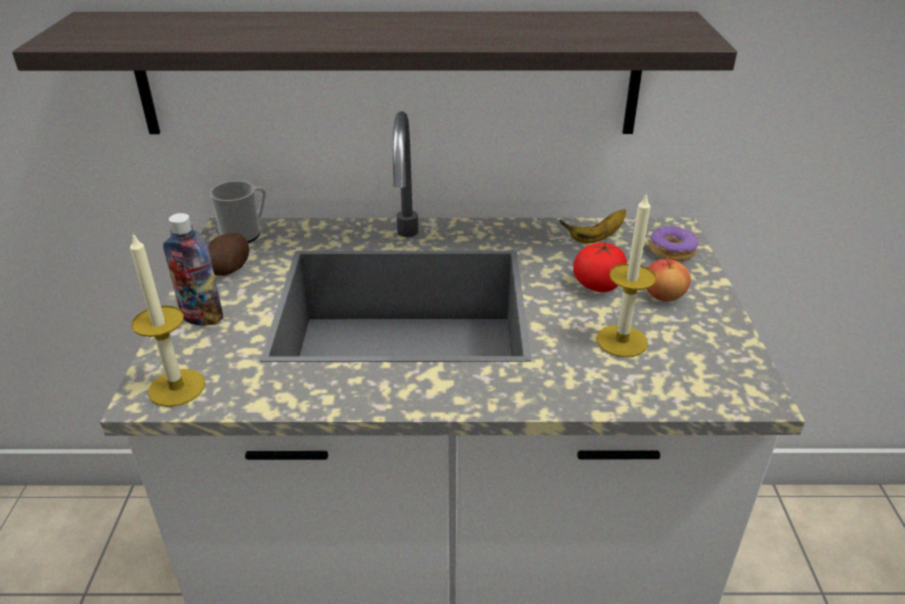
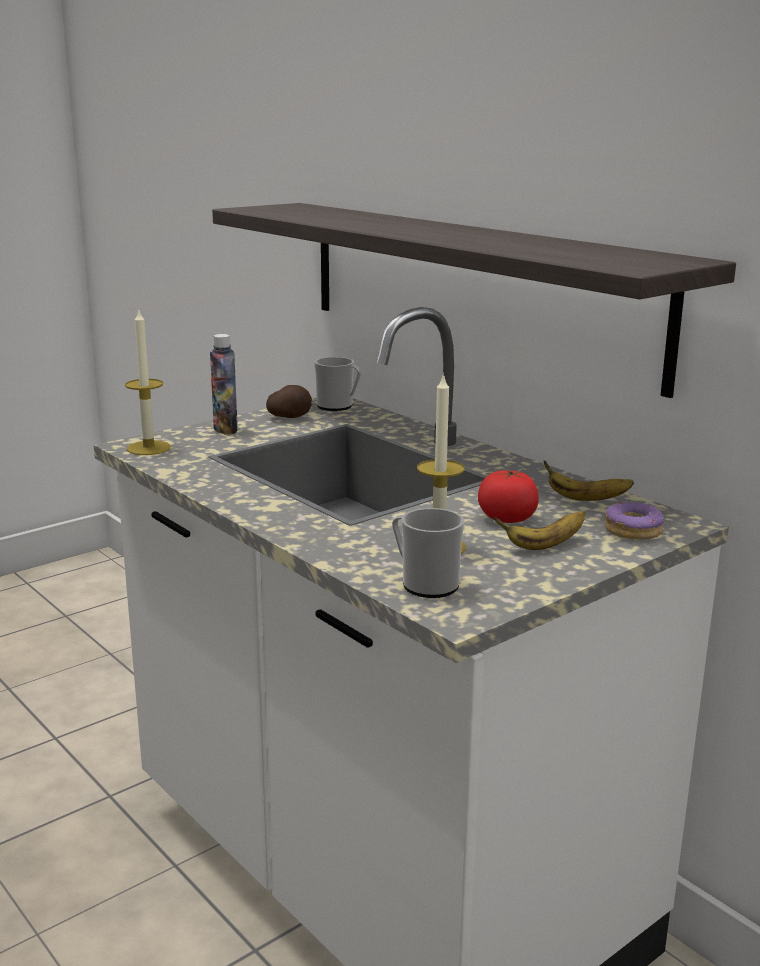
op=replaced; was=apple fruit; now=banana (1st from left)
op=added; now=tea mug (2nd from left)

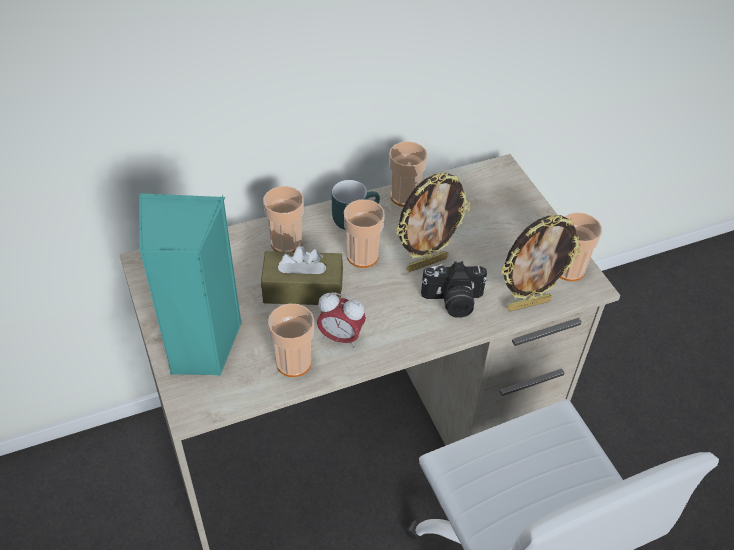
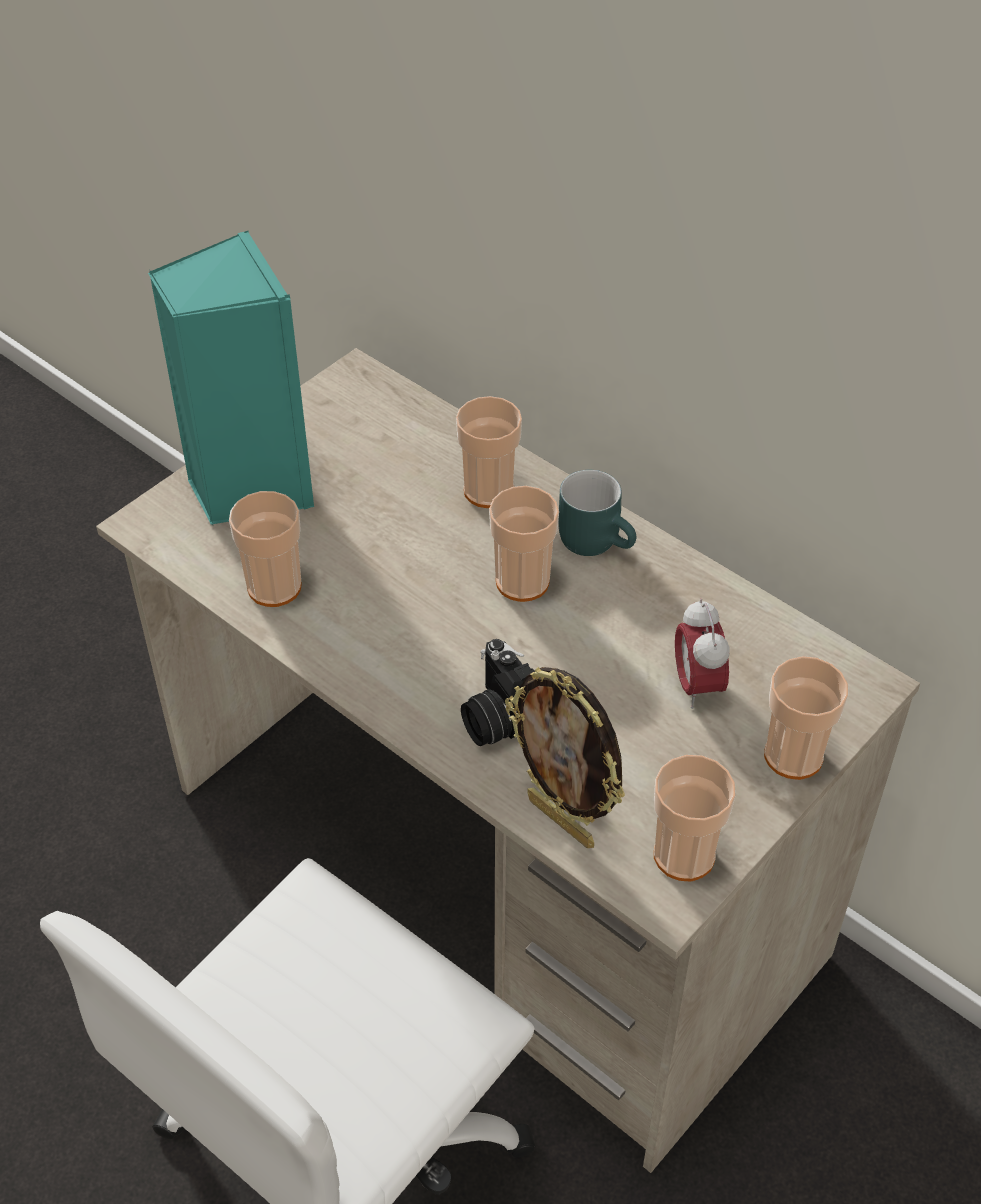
op=removed; was=brownish tissue holder
op=moved; was=alarm clock
op=moved; was=drinking cup (4th from left in the first image); now=drinking cup (5th from left)
op=removed; was=photo frame (1st from left)

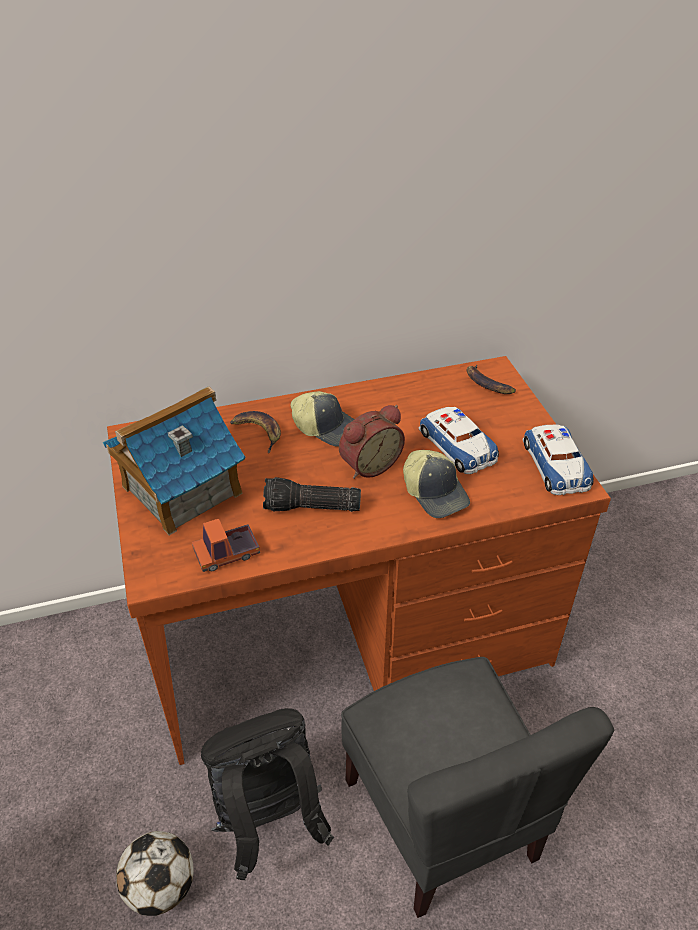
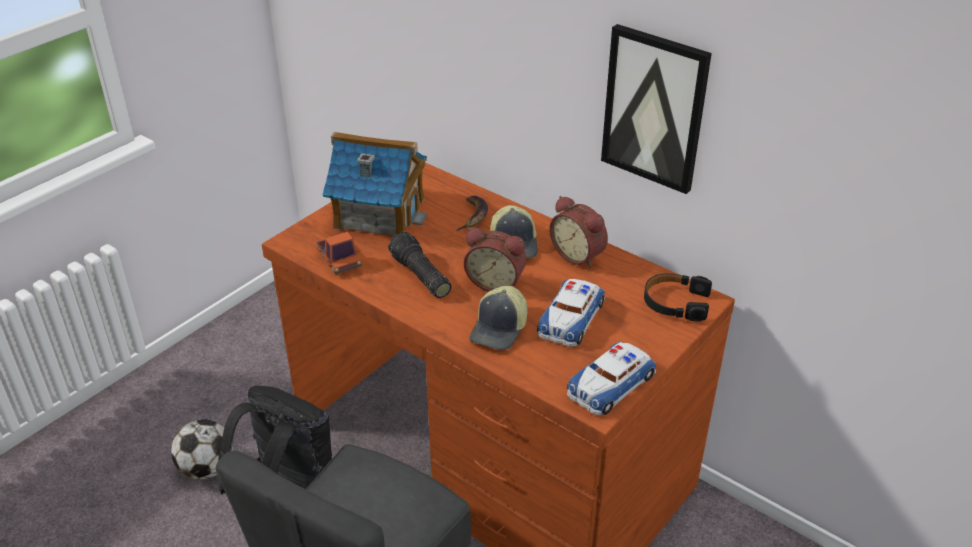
op=turned; was=toy truck; clockwise=-150
op=replaced; was=banana (2nd from left); now=black headphones
op=added; now=alarm clock (2nd from left)
op=added; now=picture

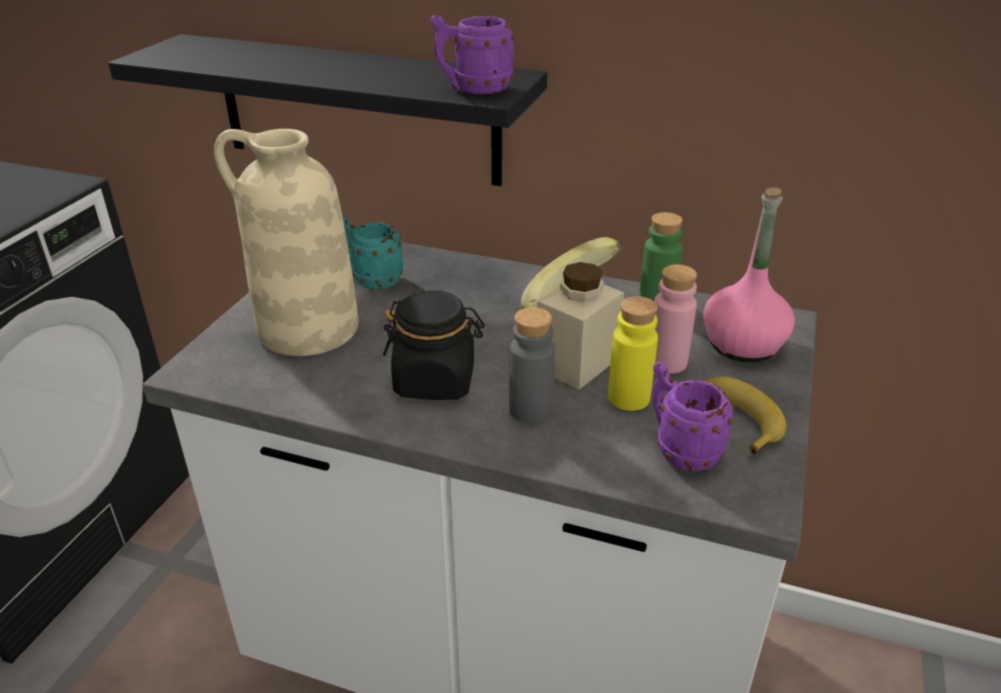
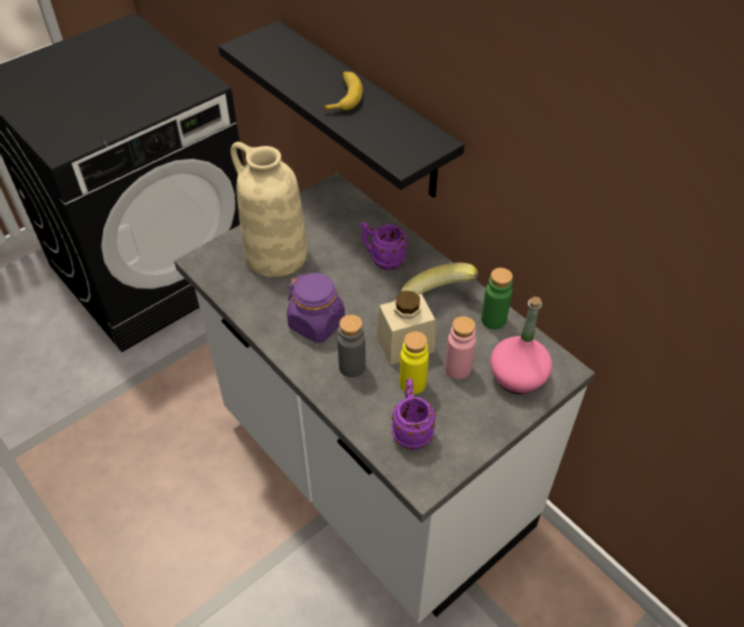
op=removed; was=blue-green tea mug
op=recoloured; was=black jar; now=purple jar
op=moved; was=purple tea mug (1st from left)
op=moved; was=banana (2nd from left in the first image); now=banana (1st from left)

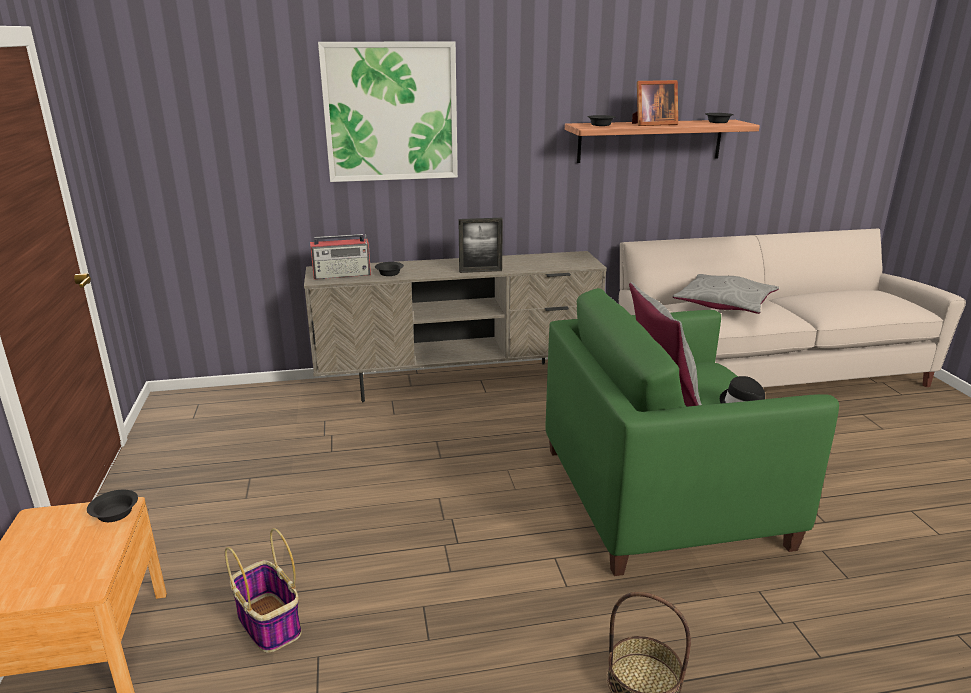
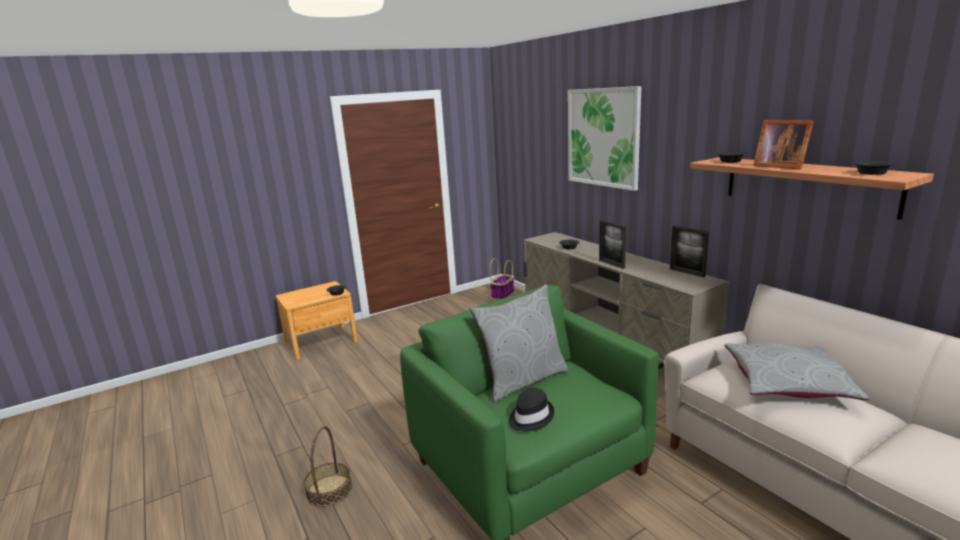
op=moved; was=storage basket (1st from left in the first image); now=storage basket (2nd from left)
op=removed; was=radio
op=added; now=photo frame (2nd from left)

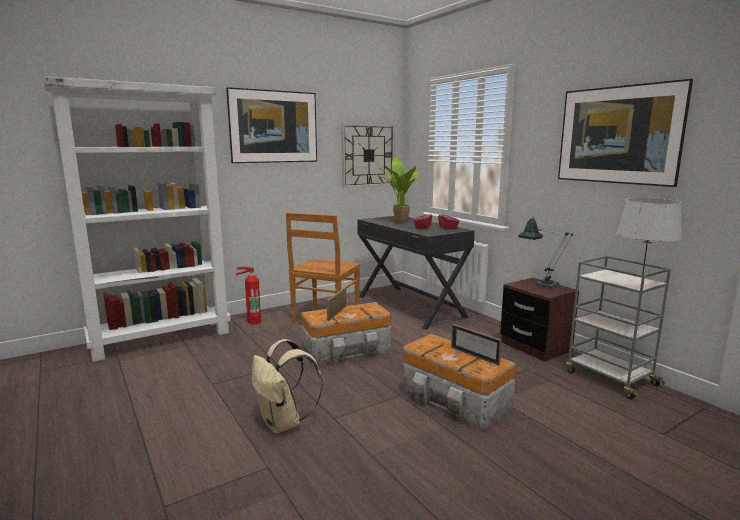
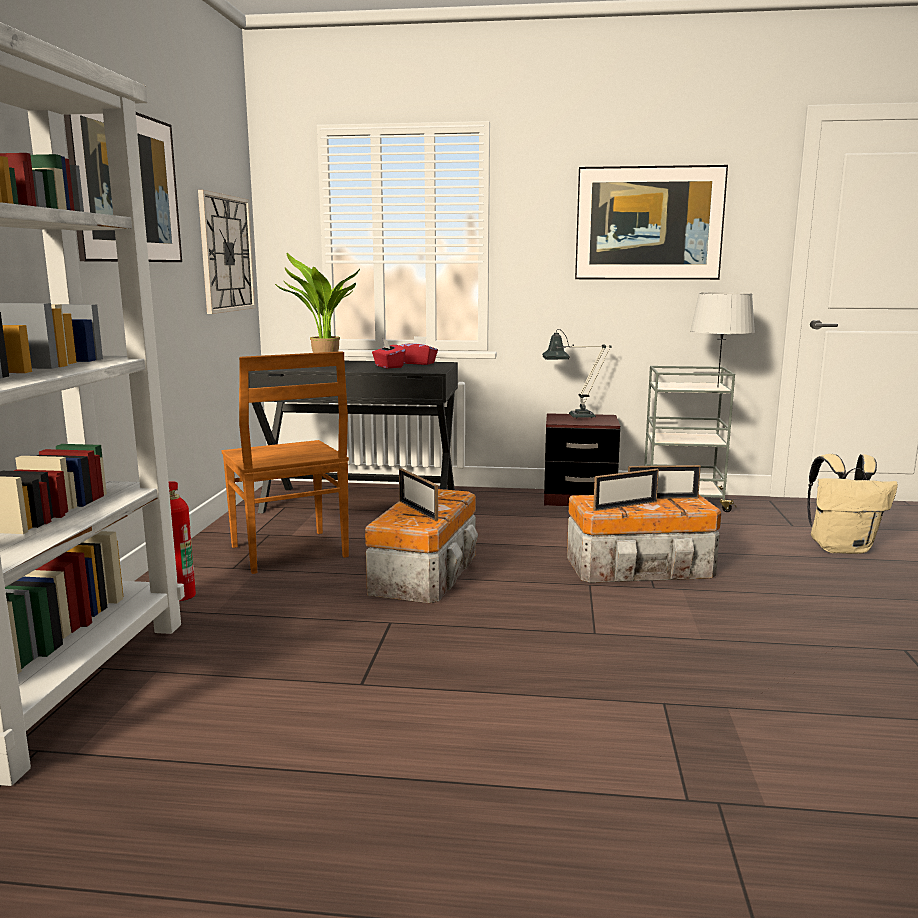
op=moved; was=beige-coloured rucksack
op=added; now=photo frame (2nd from left)

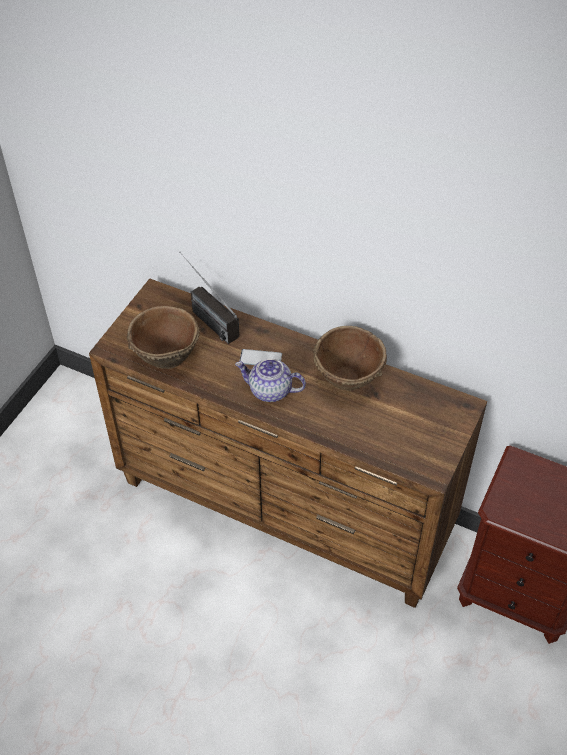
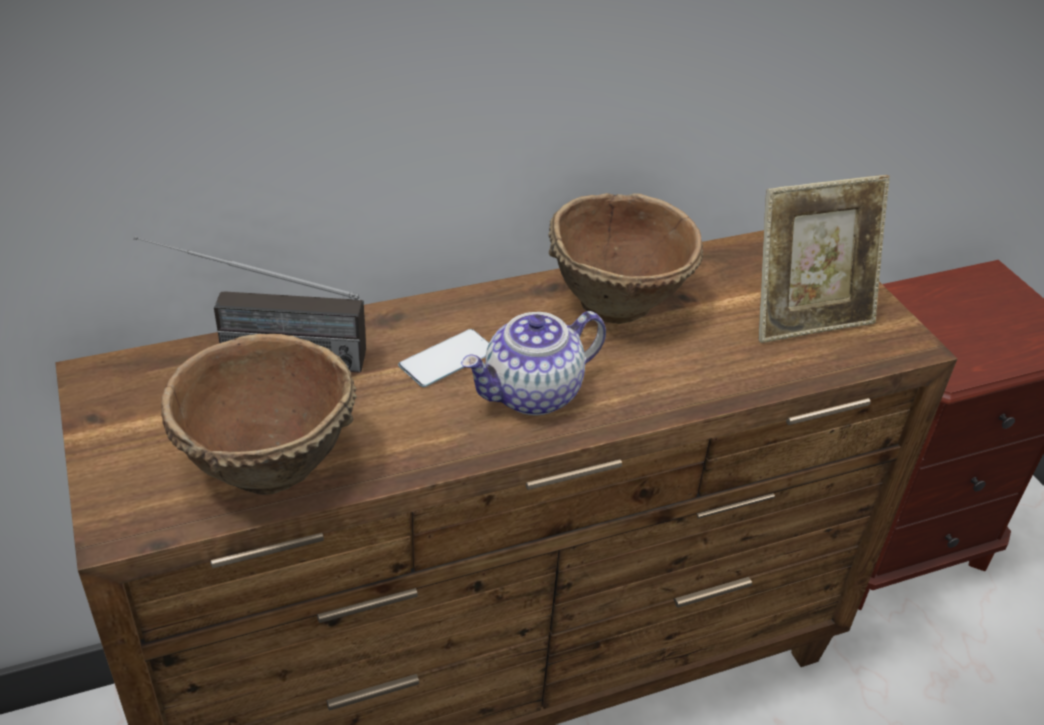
op=added; now=photo frame

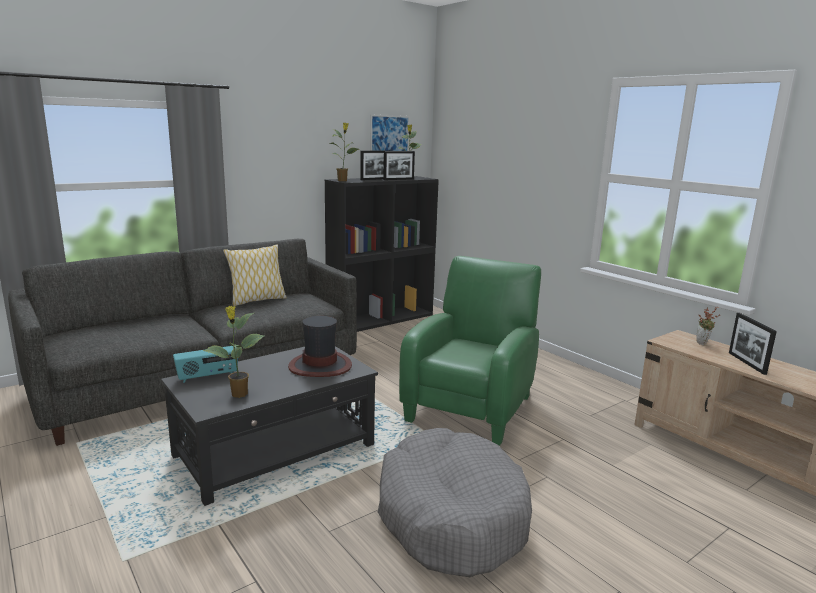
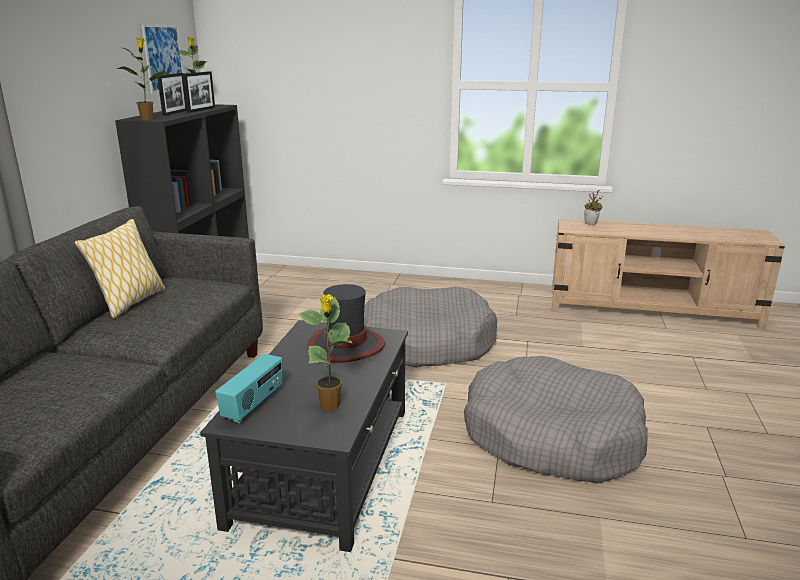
op=replaced; was=greenish armchair; now=greyish pet bed (1st from left)
op=removed; was=photo frame (3rd from left)

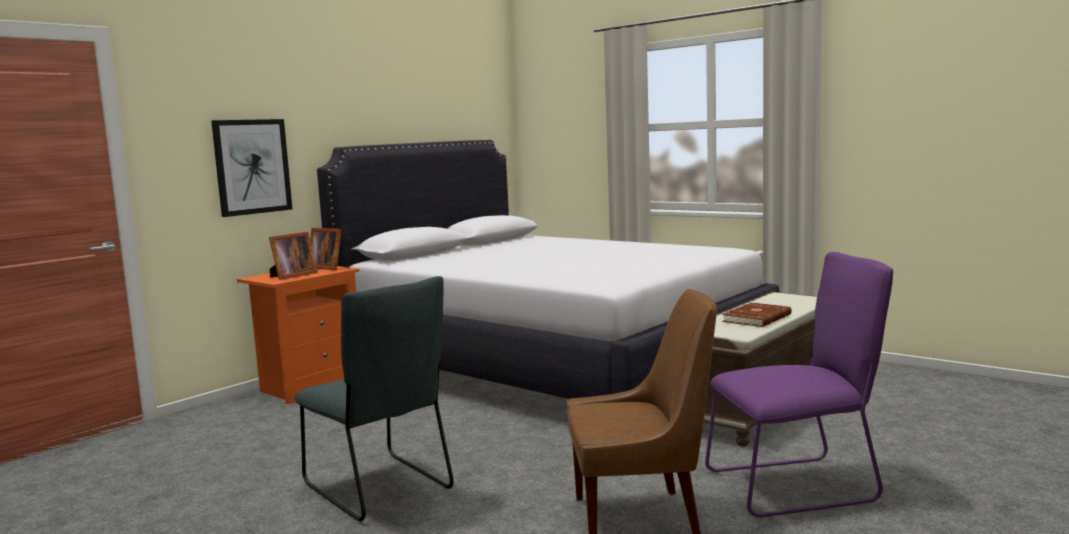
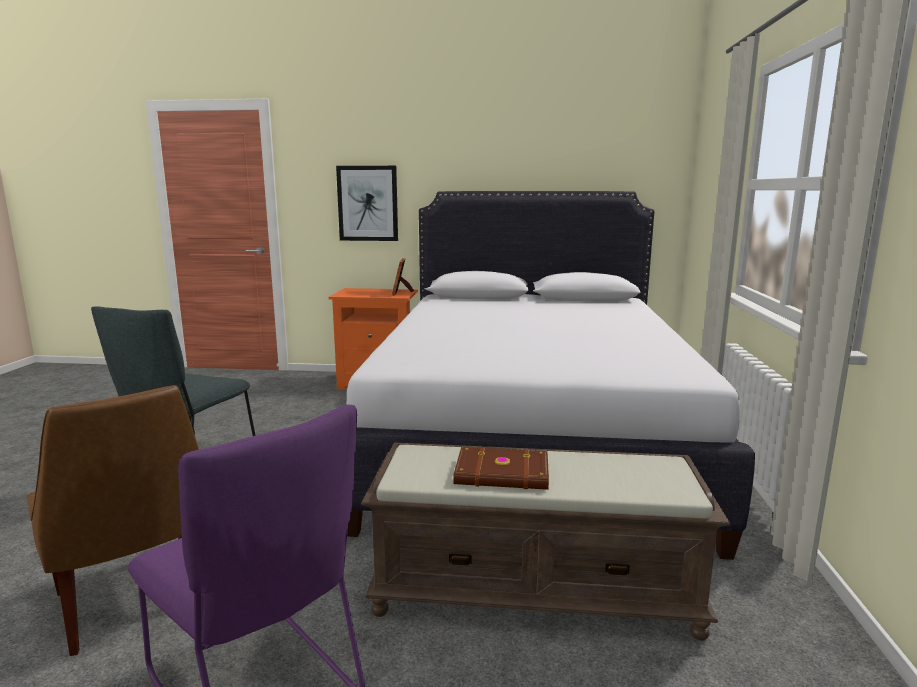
op=removed; was=photo frame (1st from left)

